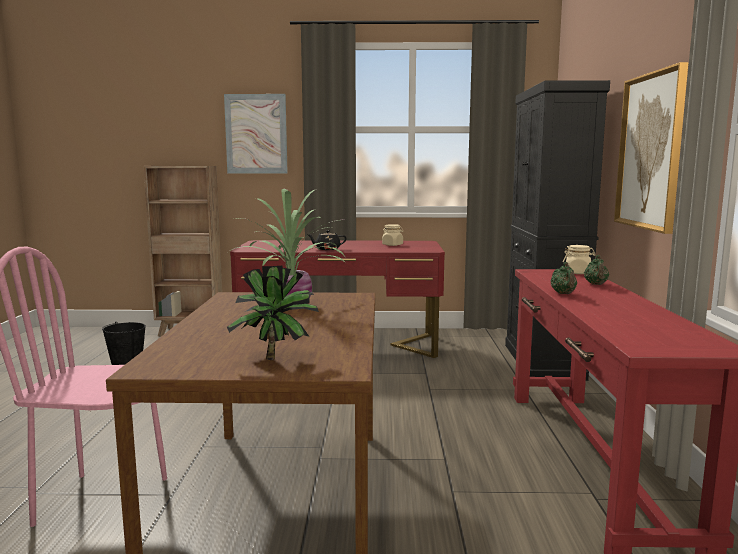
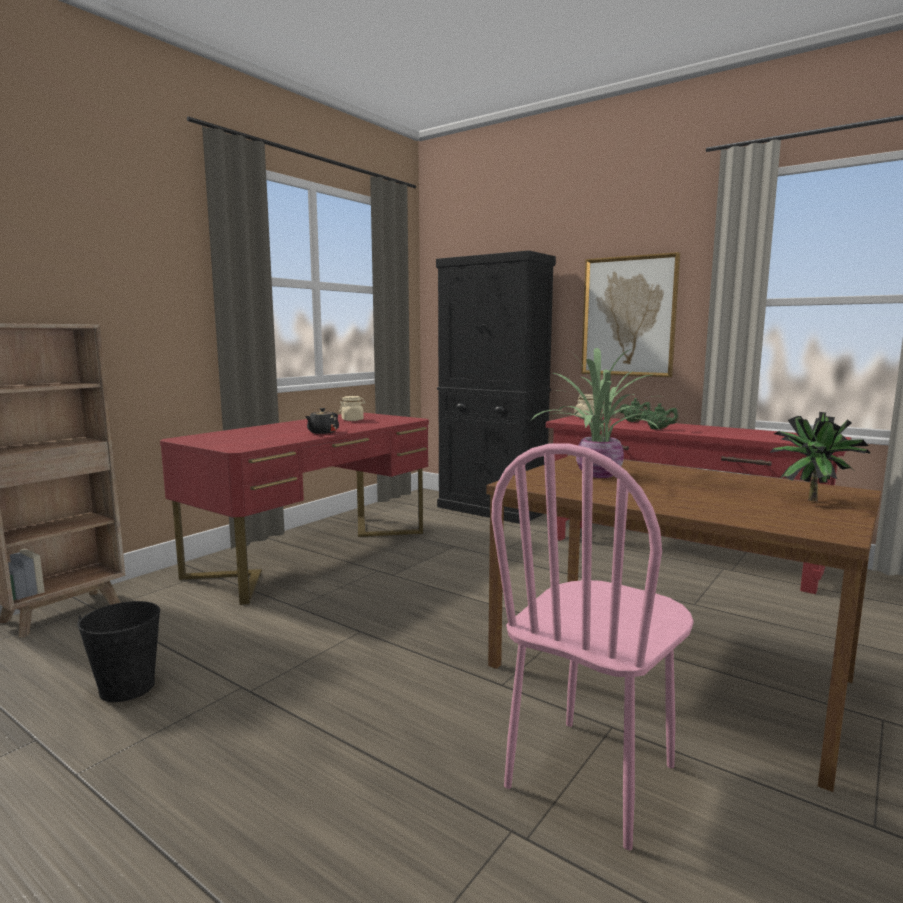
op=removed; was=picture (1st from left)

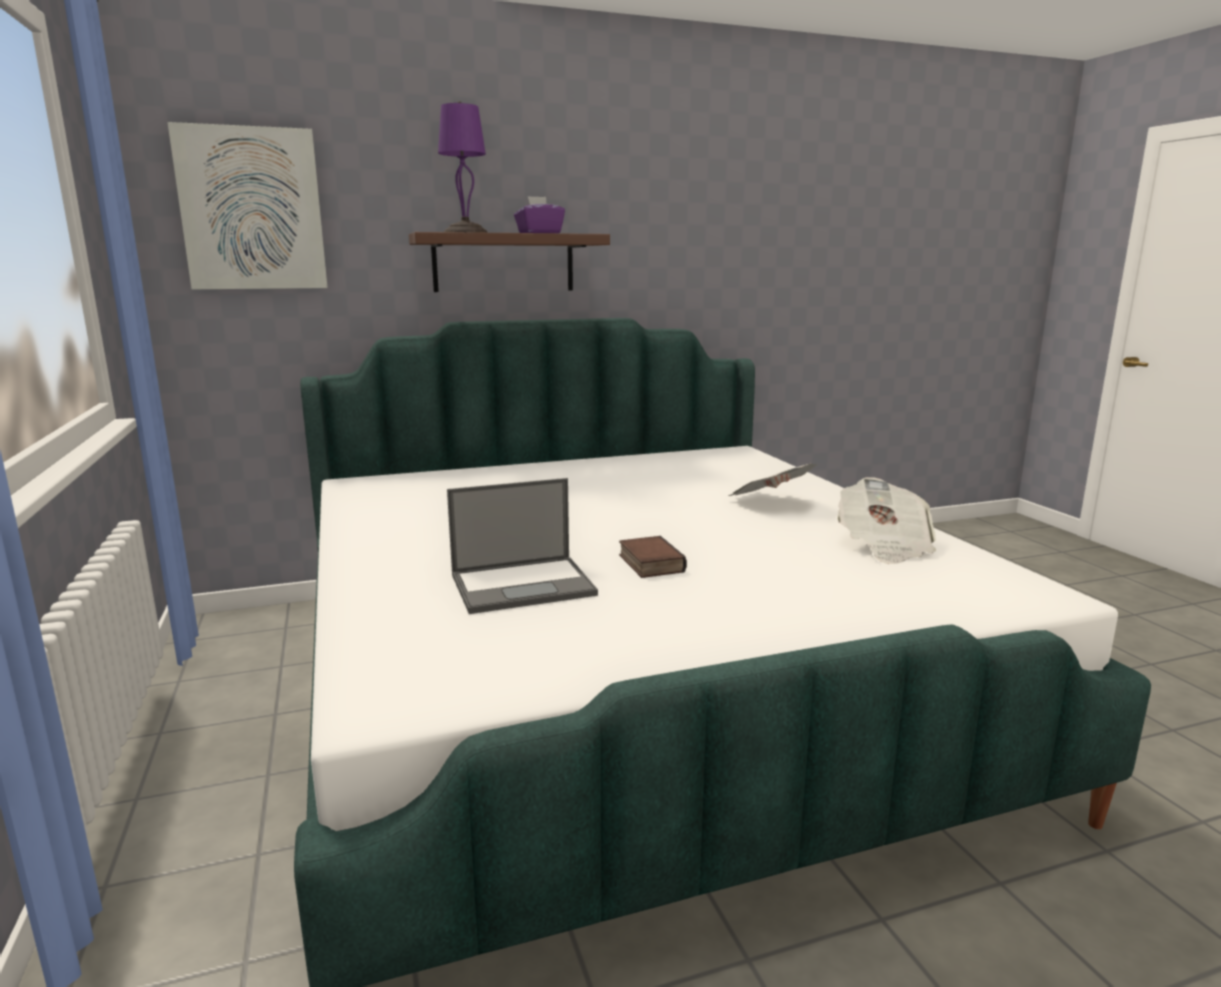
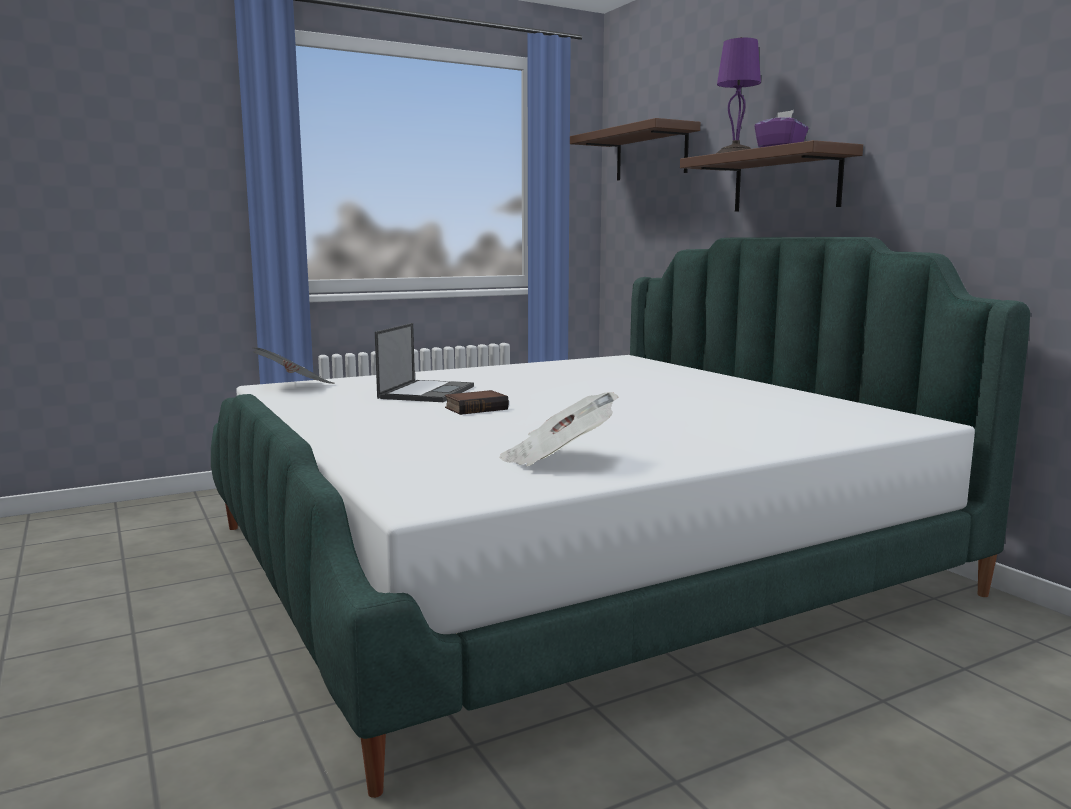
op=replaced; was=picture; now=brownish bracket shelf (1st from left)
op=turned; was=portable computer; clockwise=-135
op=moved; was=daily paper (1st from left)

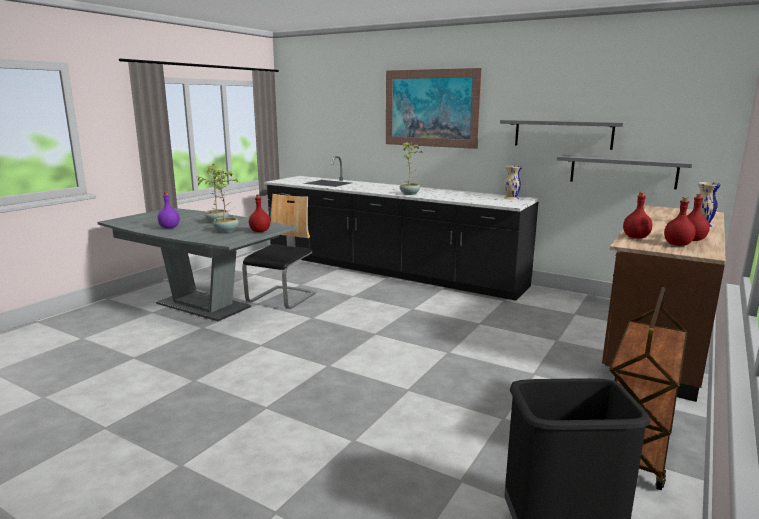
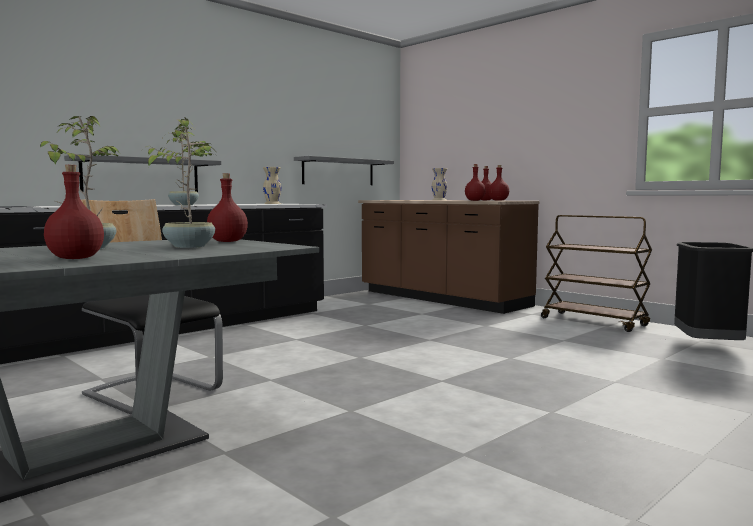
op=recoloured; was=purple beverage bottle; now=reddish beverage bottle (1st from left)
op=removed; was=picture
op=moved; was=greyish bracket shelf (1st from left)

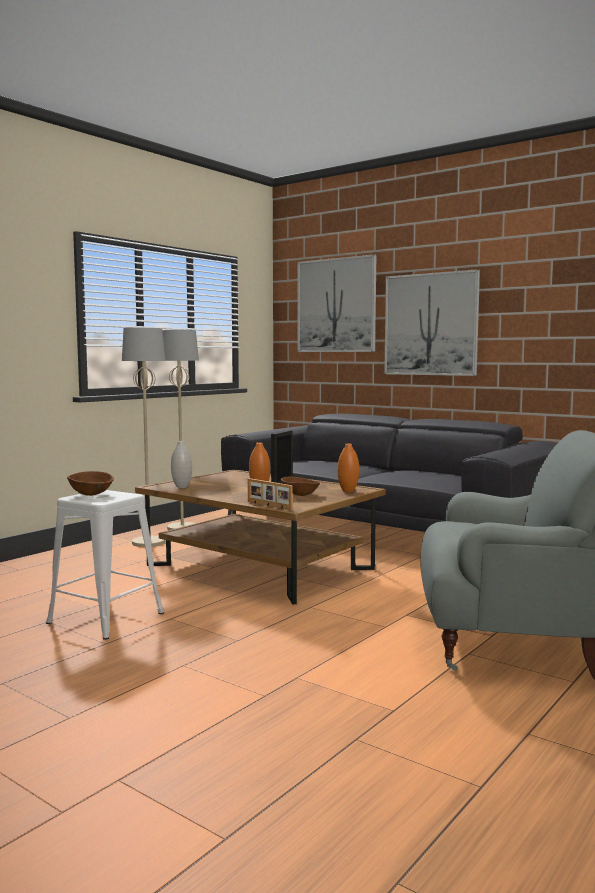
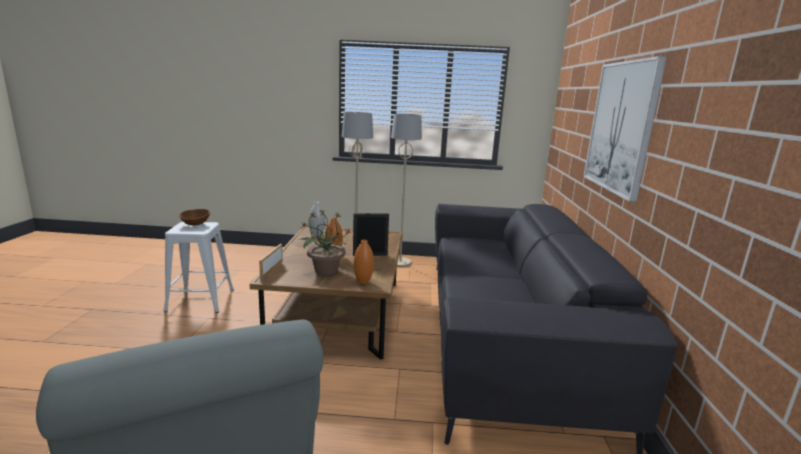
op=replaced; was=brownish deep dish (2nd from left); now=houseplant
op=removed; was=picture (1st from left)

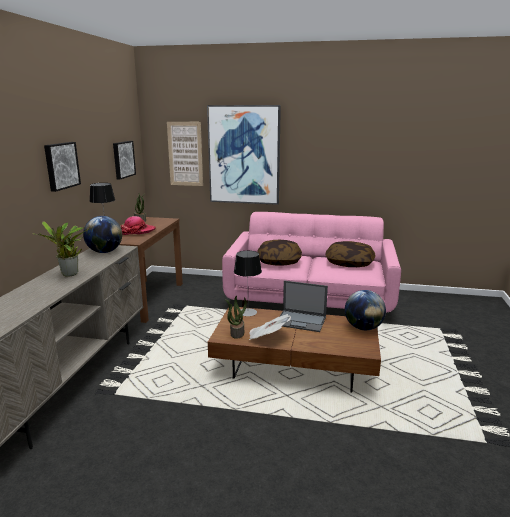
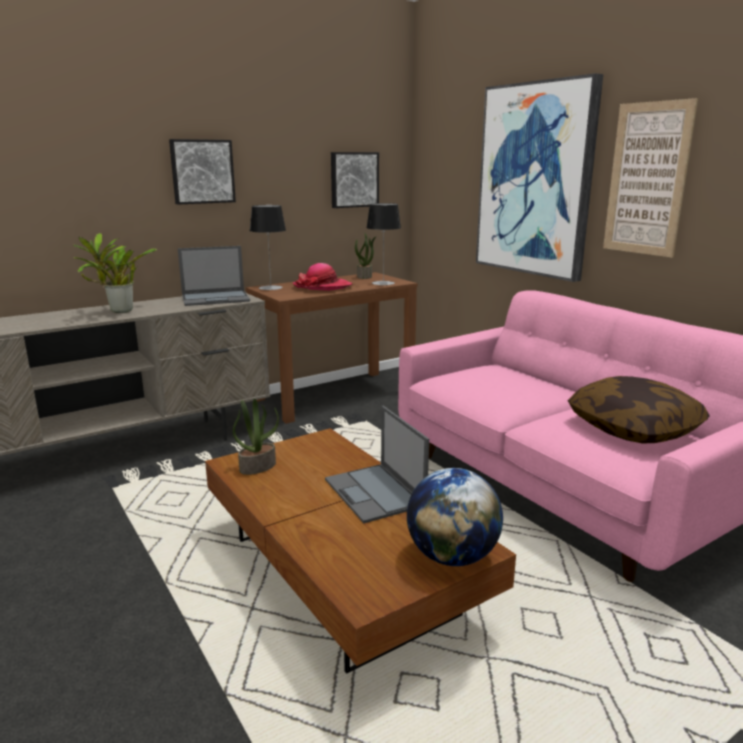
op=replaced; was=globe (1st from left); now=portable computer (1st from left)
op=moved; was=picture (3rd from left in the first image); now=picture (4th from left)
op=moved; was=table lamp (2nd from left)
op=removed; was=daily paper
op=removed; was=throw pillow (1st from left)

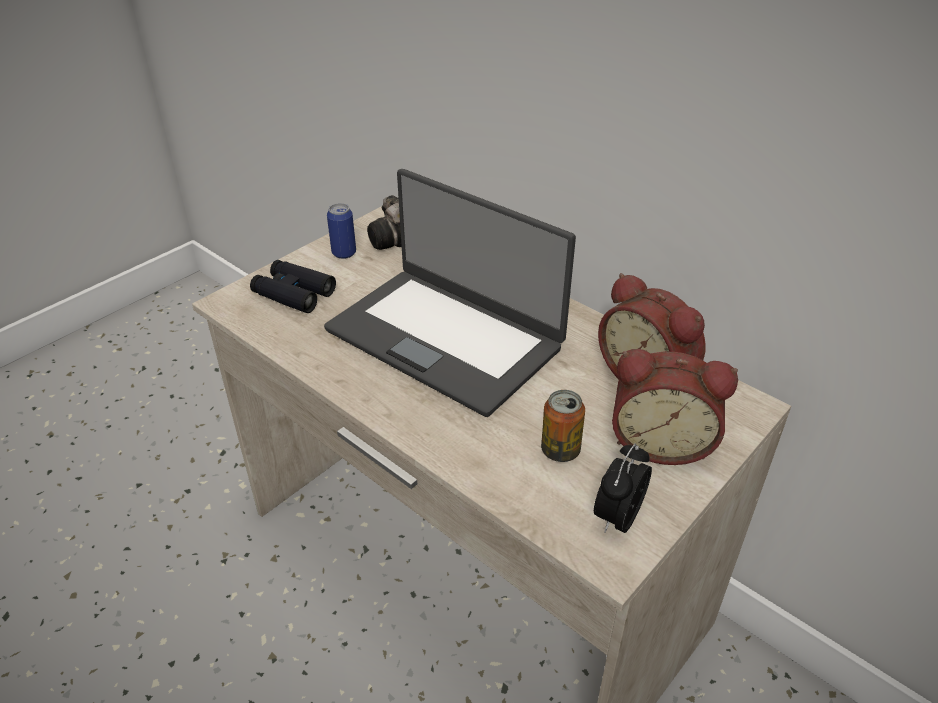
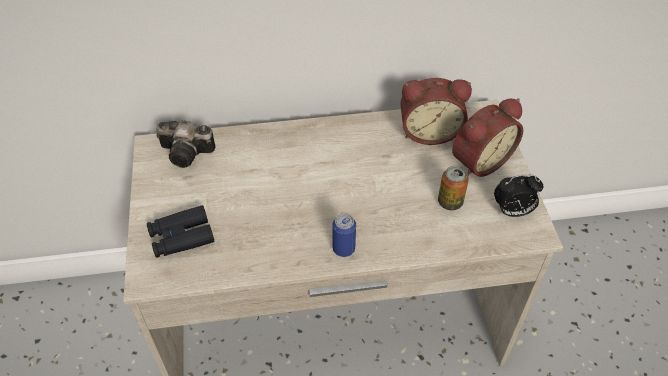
op=removed; was=portable computer
op=moved; was=metal can (1st from left)
op=turned; was=alarm clock (1st from left in the first image); clockwise=-75

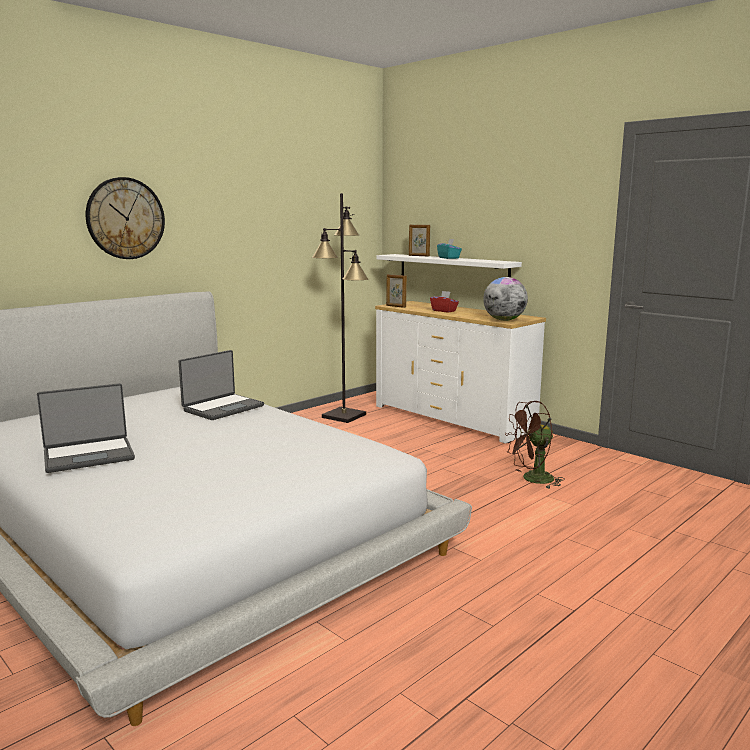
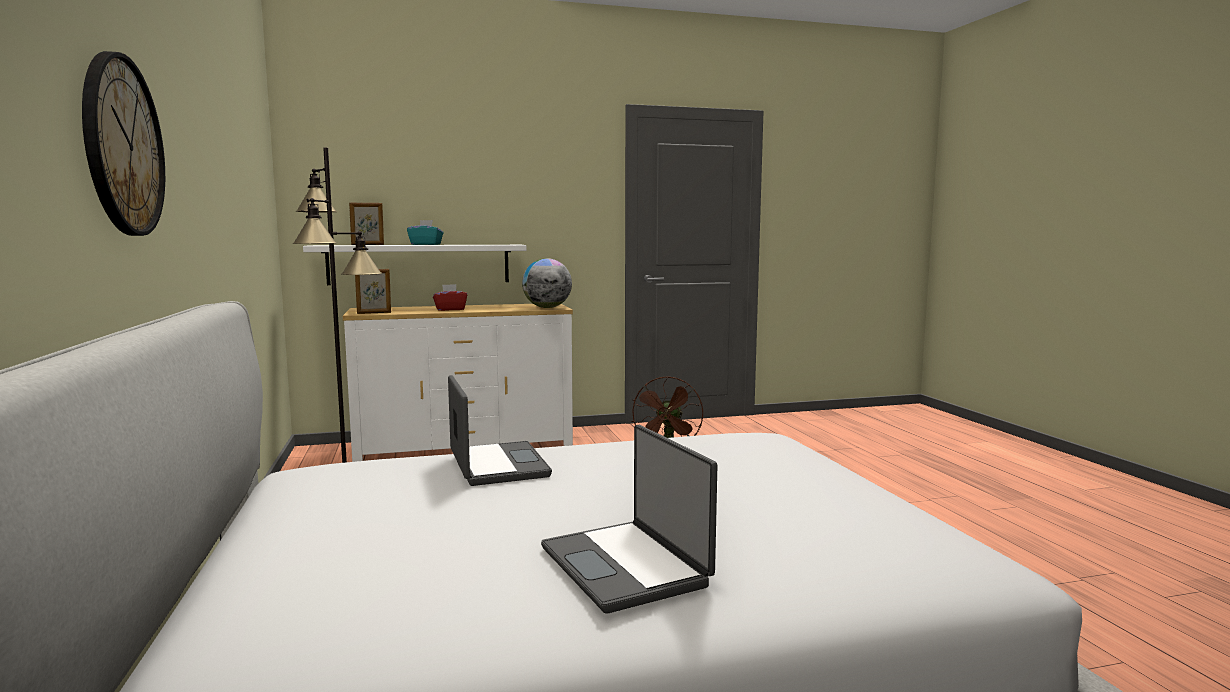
op=turned; was=portable computer (1st from left in the first image); clockwise=150

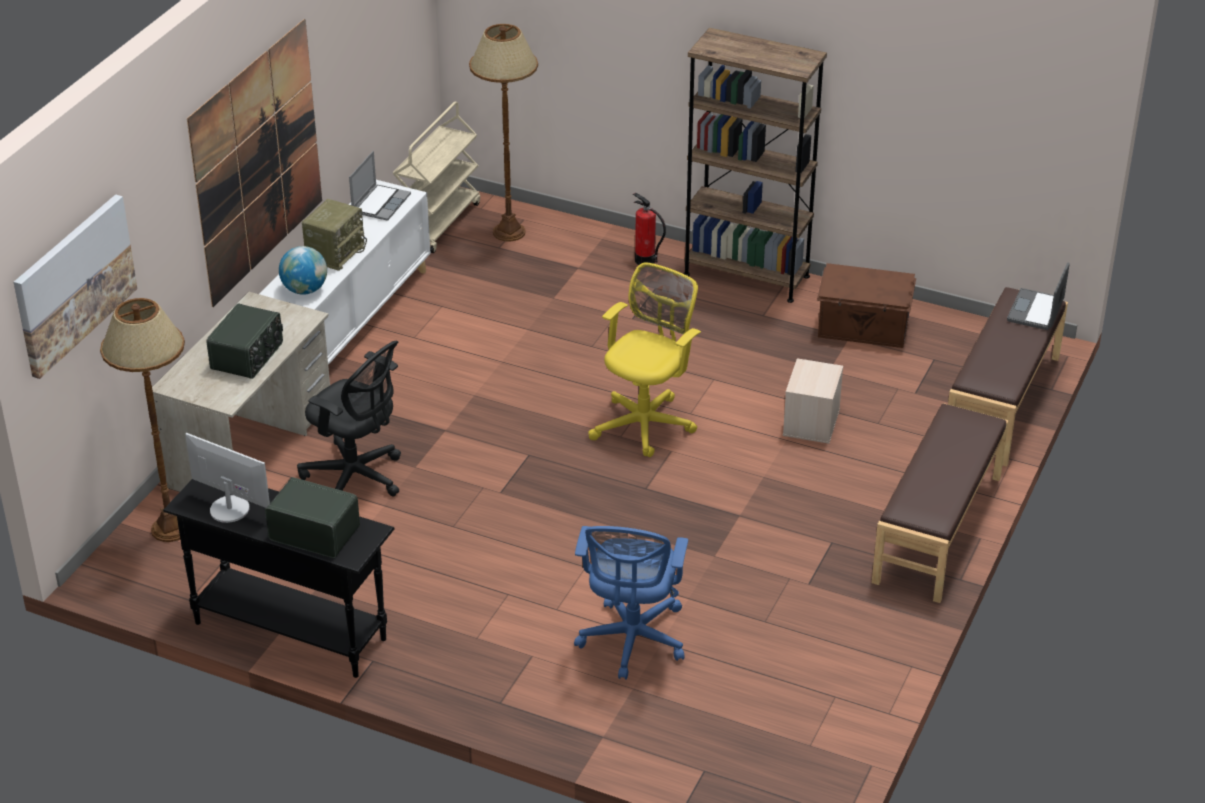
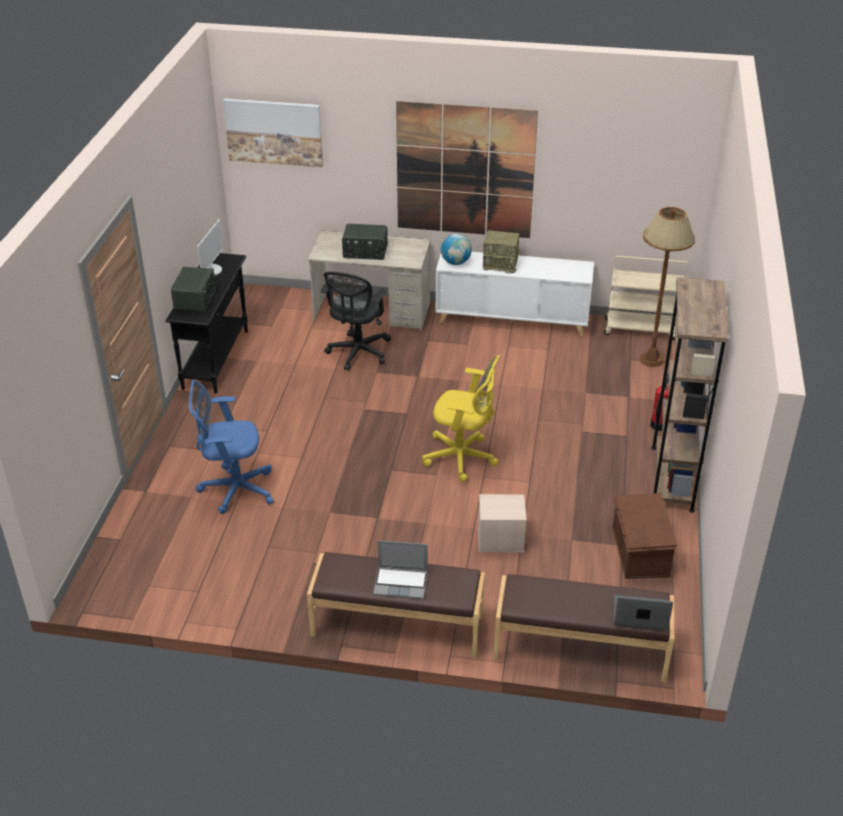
op=removed; was=brownish floor lamp (1st from left)
op=moved; was=portable computer (1st from left)

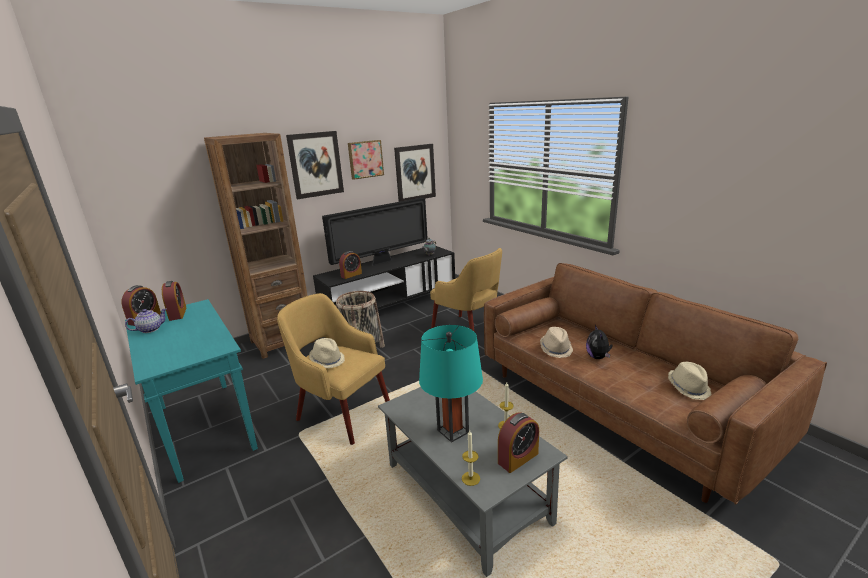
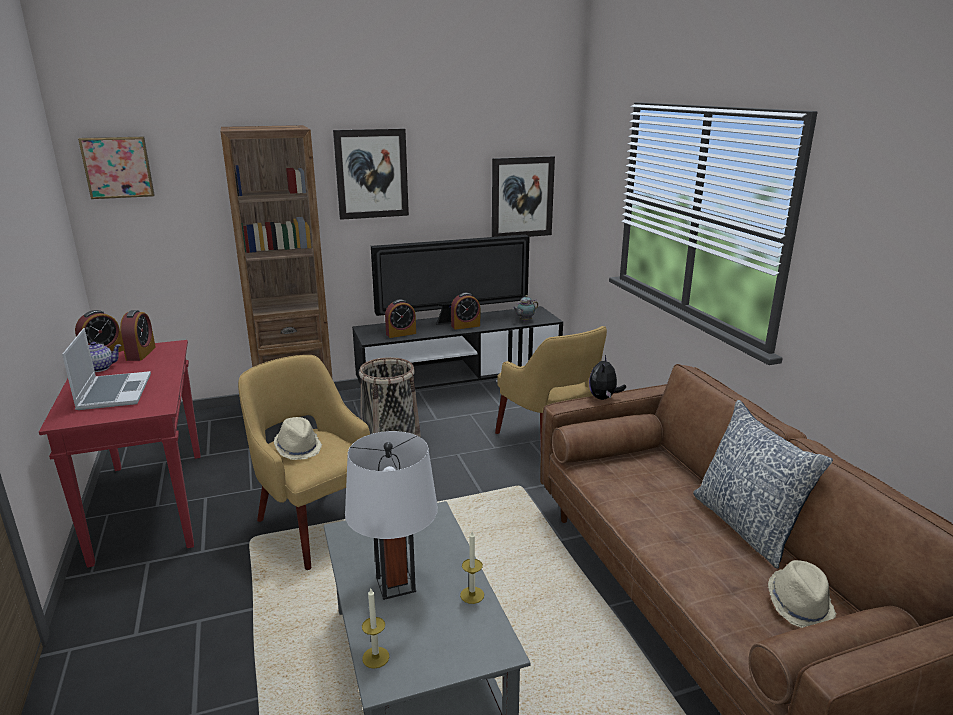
op=recoloured; was=blue-green hall table; now=reddish hall table
op=moved; was=picture (2nd from left in the first image); now=picture (1st from left)
op=recoloured; was=blue-green table lamp; now=whitish table lamp
op=moved; was=alarm clock (4th from left)
op=removed; was=beige-coloured hat (2nd from left)
op=moved; was=cuddly toy
op=added; now=portable computer
op=added; now=throw pillow

